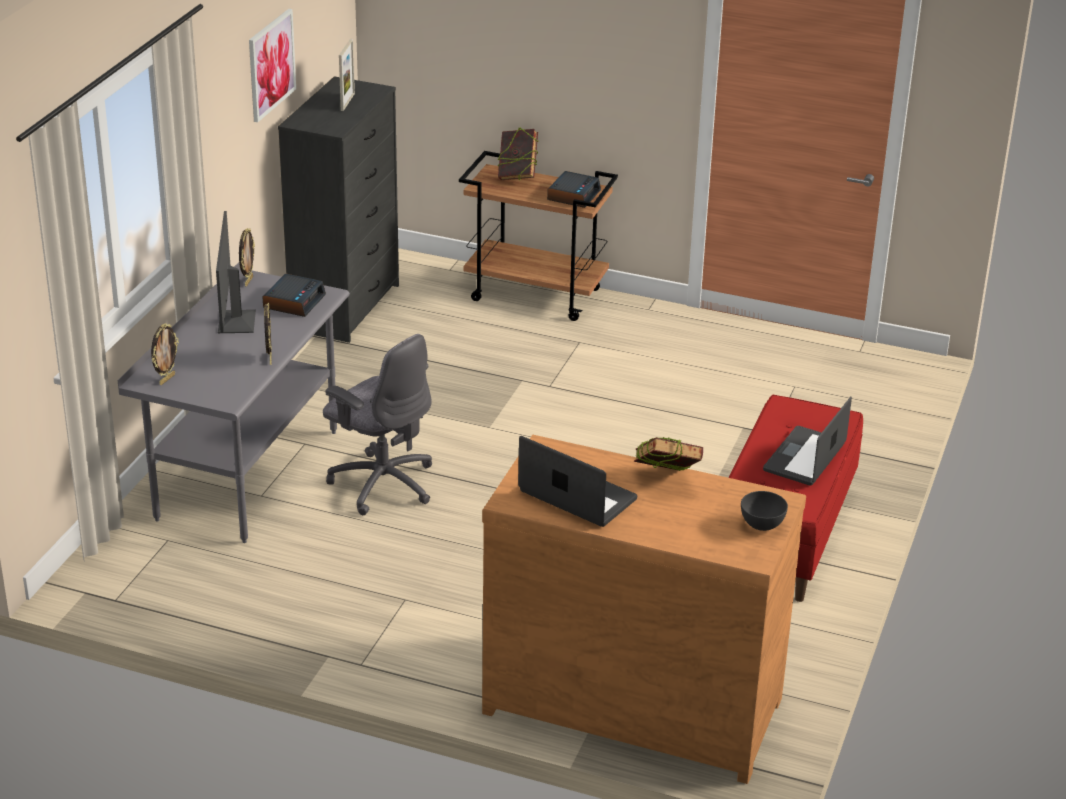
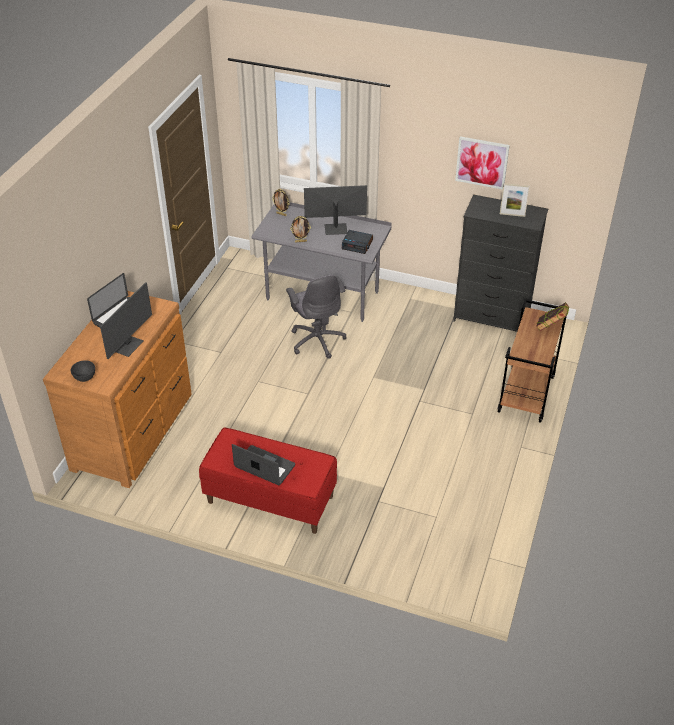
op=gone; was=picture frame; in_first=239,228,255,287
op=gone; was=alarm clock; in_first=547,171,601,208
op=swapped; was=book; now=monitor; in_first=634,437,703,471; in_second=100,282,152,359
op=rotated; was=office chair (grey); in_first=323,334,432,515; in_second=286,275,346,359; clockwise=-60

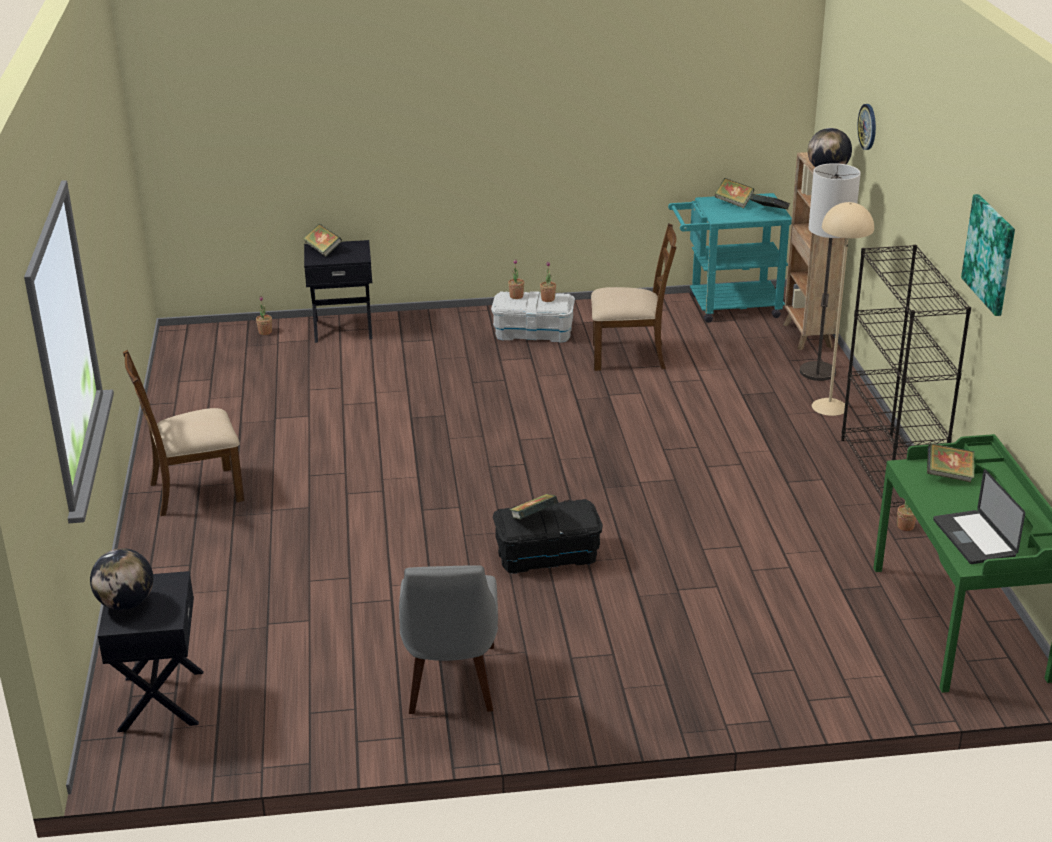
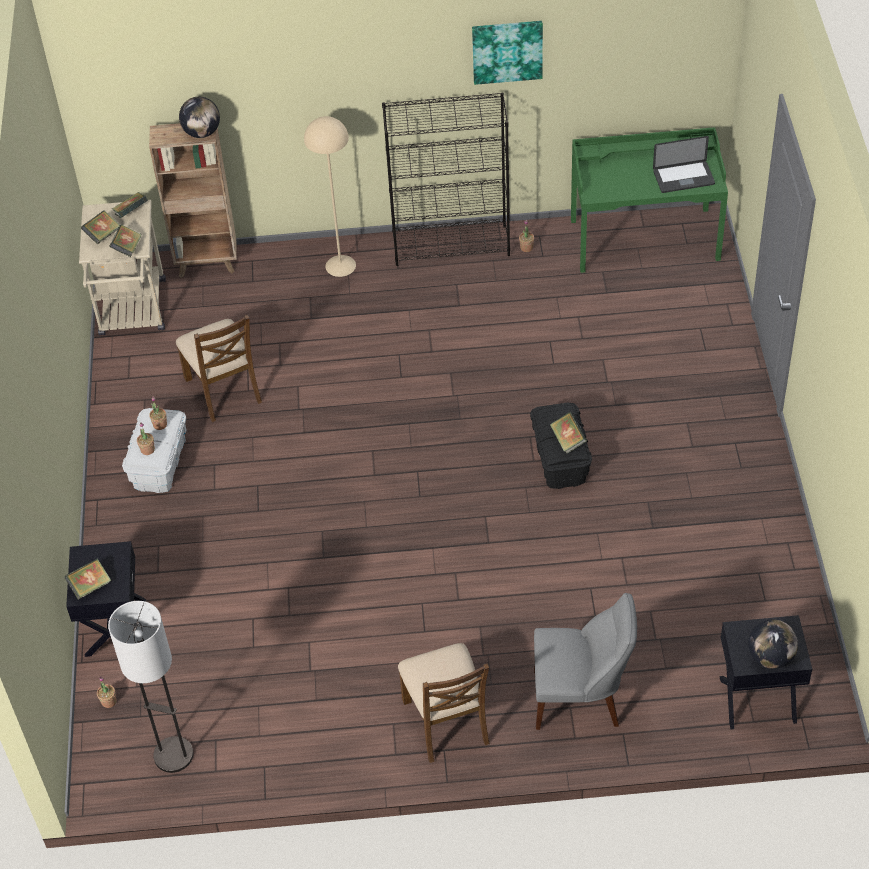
op=gone; was=wall clock; in_first=857,104,876,150
op=shifted; was=chair (grey); in_first=399,566,498,714; in_second=534,593,637,730
op=shifted; was=floor lamp; in_first=800,163,861,381; in_second=108,601,193,773
op=shifted; was=book; in_first=927,443,974,482; in_second=109,225,142,257
op=repainted; was=cart (turquoise); now=cart (beige); in_first=668,193,792,323; in_second=79,200,166,335
op=rotated; was=chair (brown); in_first=591,223,677,371; in_second=176,314,262,422; clockwise=150

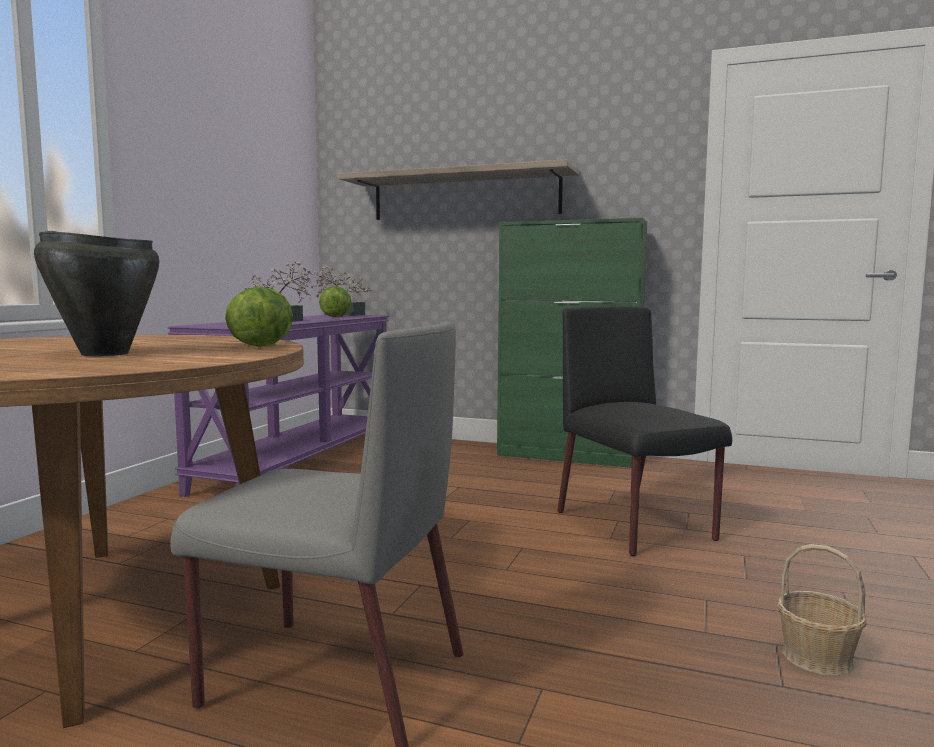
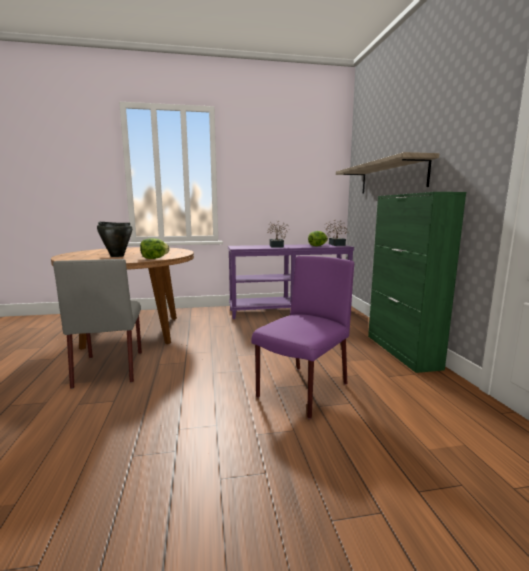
op=gone; was=basket; in_first=777,544,867,676
op=repainted; was=chair (black); now=chair (purple); in_first=557,306,732,556; in_second=251,256,354,419

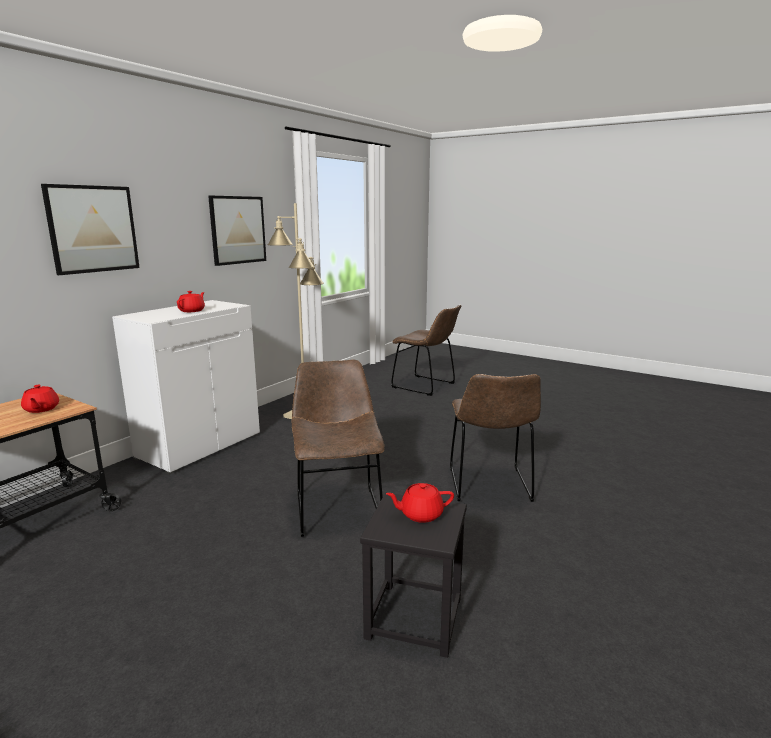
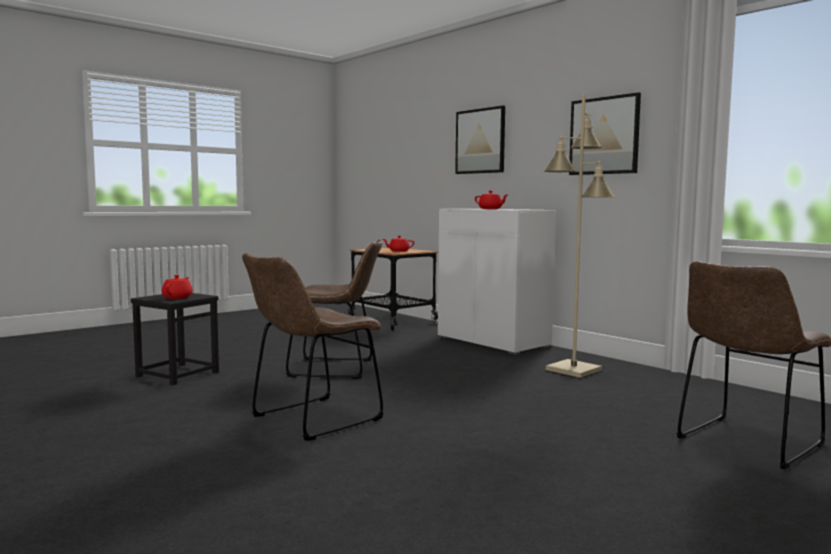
op=rotated; was=chair (brown); in_first=450,374,541,502; in_second=242,253,384,441; clockwise=-60

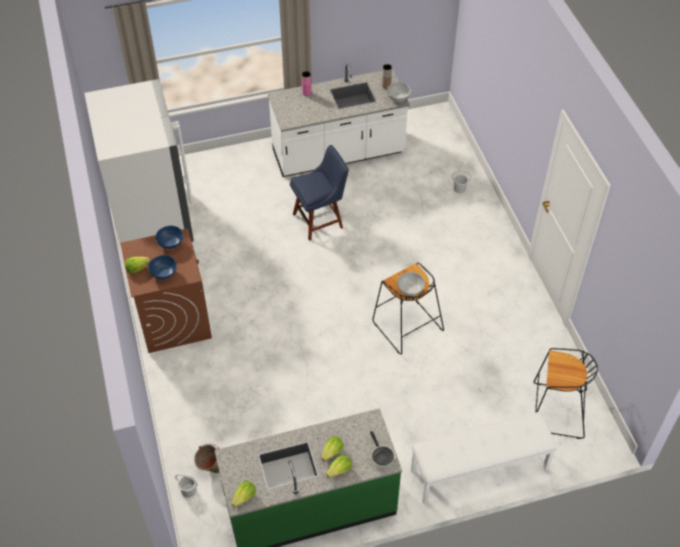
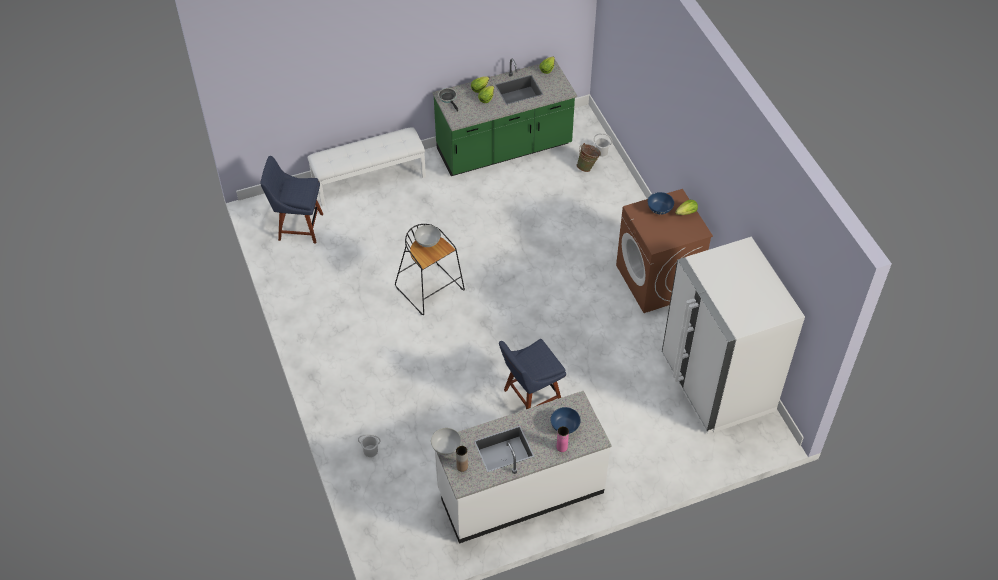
op=shifted; was=bowl (blue); in_first=155,226,183,249; in_second=550,407,581,434
op=swapped; was=stool (black); now=chair (blue); in_first=534,348,598,439; in_second=260,156,323,243

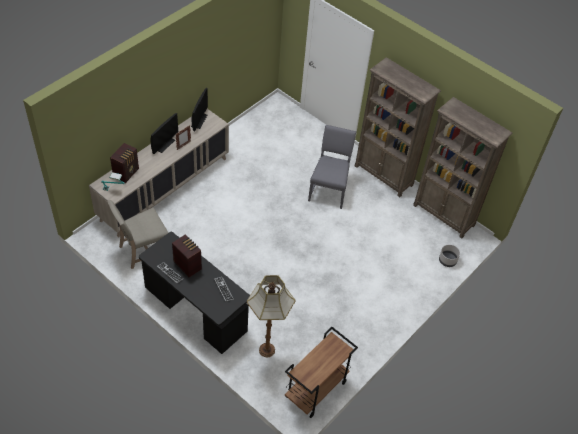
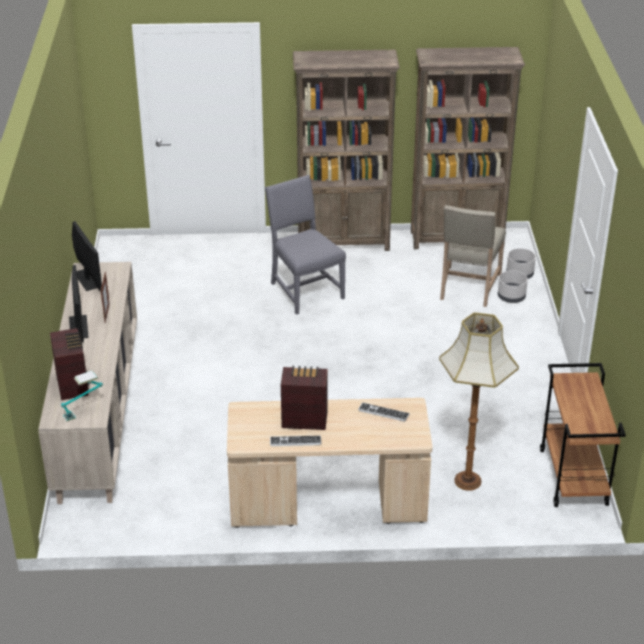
op=new; now=planter (grey); in_second=498,270,528,303
op=shifted; was=chair (beige); in_first=107,200,169,269; in_second=440,205,506,307
op=repainted; was=desk (black); now=desk (beige); in_first=139,232,250,354; in_second=227,398,432,528

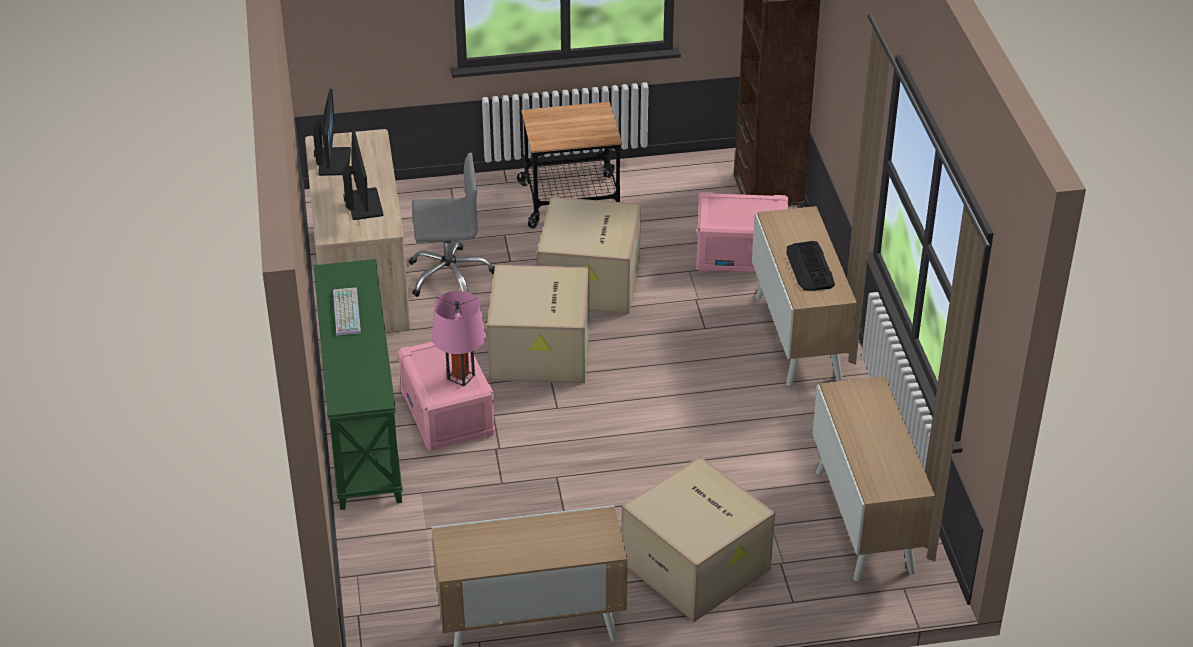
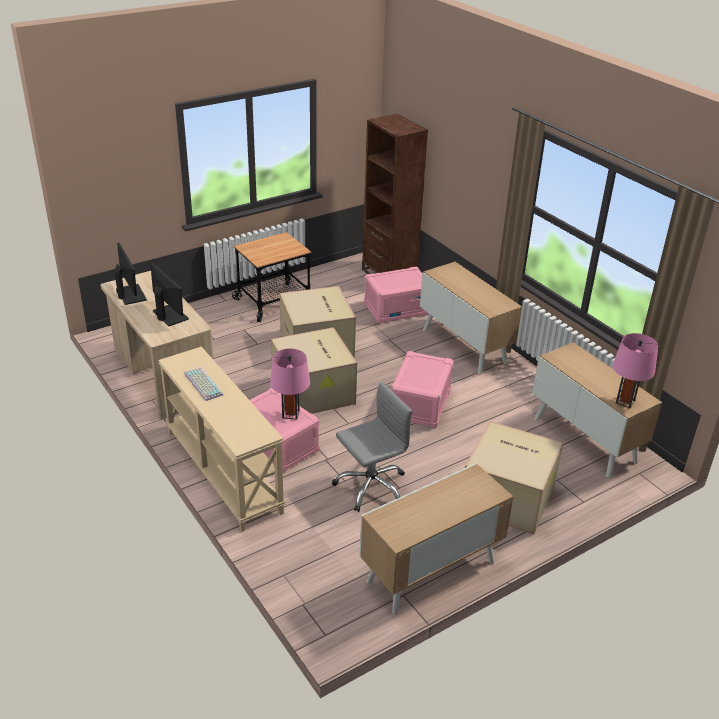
op=gone; was=keyboard; in_first=786,241,835,291
op=new; now=storage box (pink); in_second=391,351,454,428
op=new; now=table lamp (pink); in_second=613,333,658,408
op=shifted; was=office chair (grey); in_first=409,152,495,297; in_second=332,382,412,512
op=repainted; was=console table (green); now=console table (beige); in_first=314,259,403,510; in_second=158,346,285,532

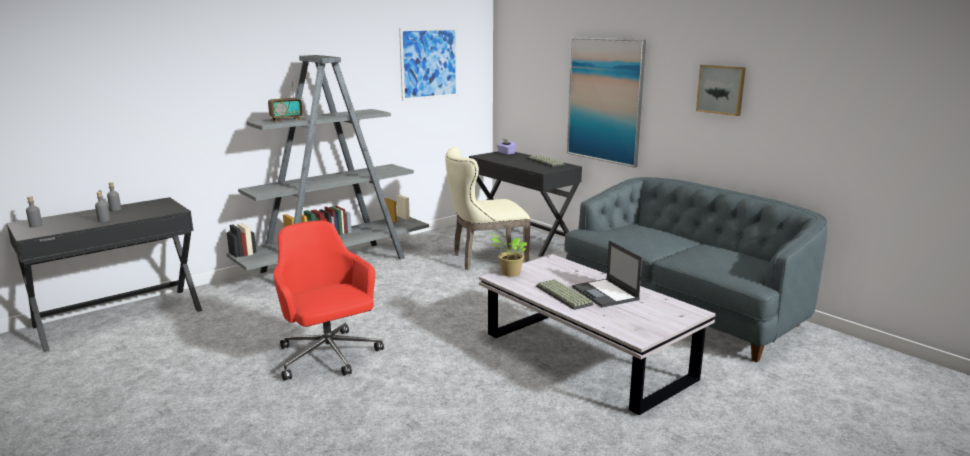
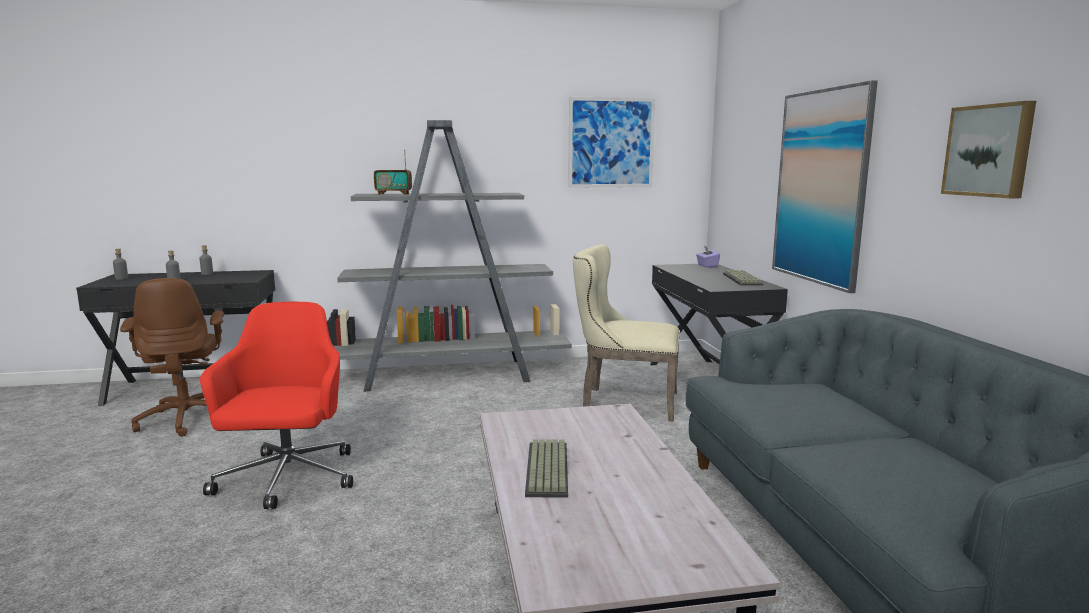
op=gone; was=potted plant; in_first=489,232,527,277
op=gone; was=laptop; in_first=572,241,642,307
op=new; now=office chair (brown); in_second=120,278,224,437

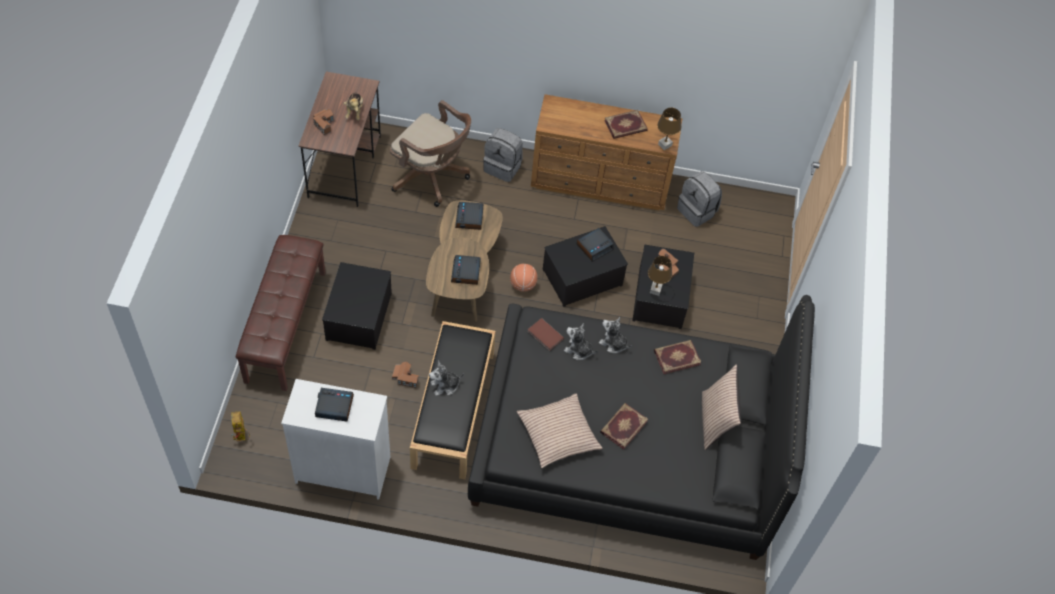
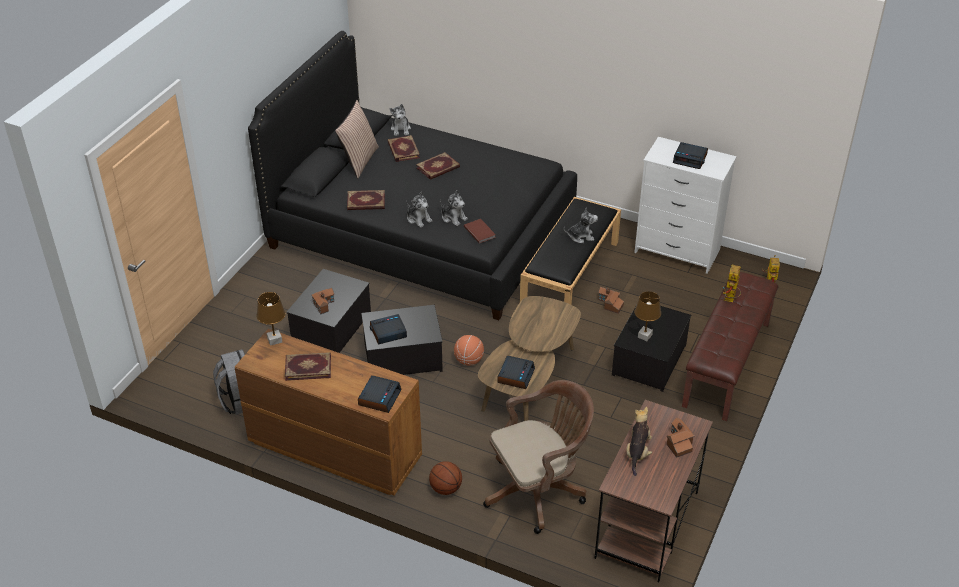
op=gone; was=pillow; in_first=517,394,603,468
op=new; now=book; in_second=388,135,420,162
op=new; now=plush toy; in_second=389,104,411,136
op=new; now=toy robot; in_second=723,265,741,302
op=shifted; was=alarm clock; in_first=451,255,481,285; in_second=358,375,402,413
op=shifted; was=table lamp (brown); in_first=648,256,672,296; in_second=634,291,661,341
op=swapped; was=backpack (grey); now=basketball; in_first=483,128,523,182; in_second=429,461,462,495
op=rotated; was=office chair (brown); in_first=390,100,471,207; in_second=483,380,594,534; clockwise=105

